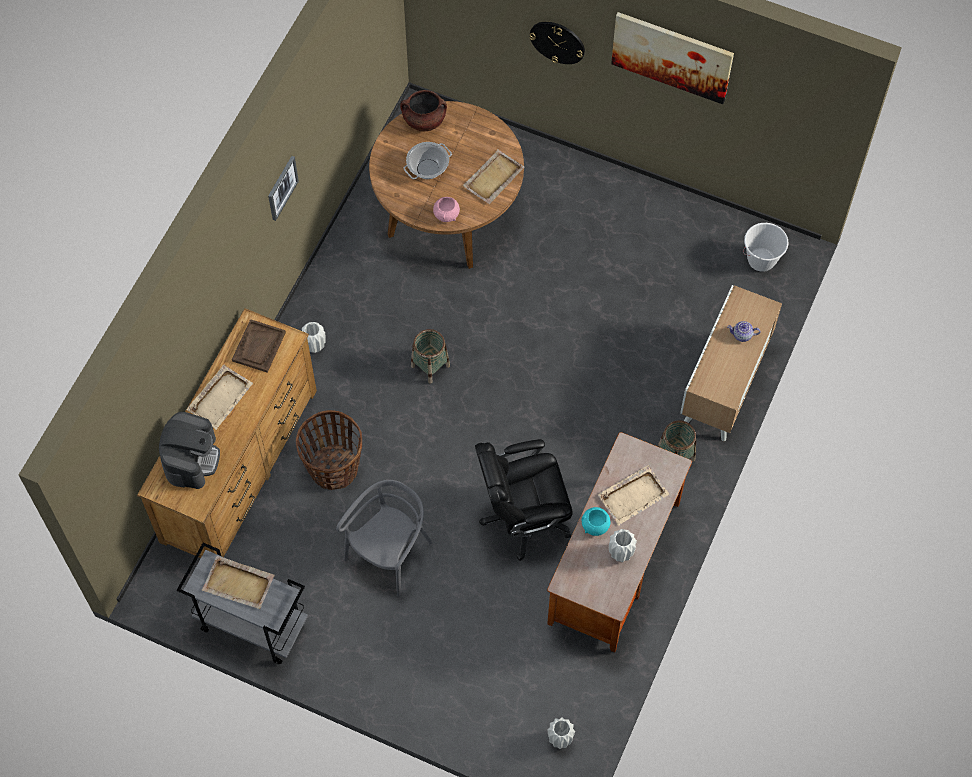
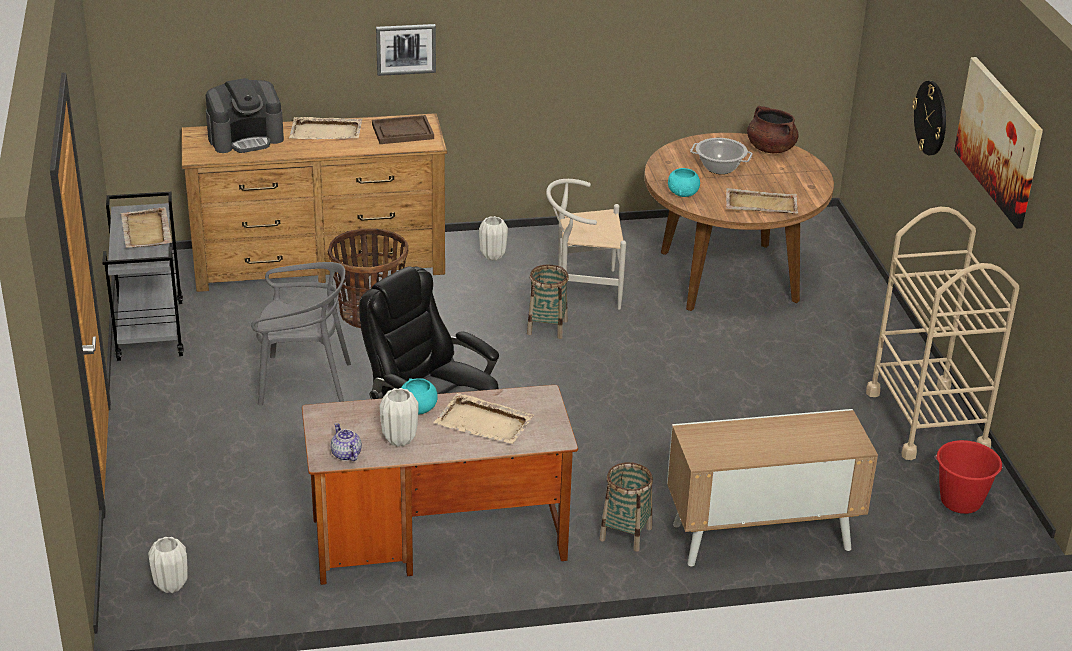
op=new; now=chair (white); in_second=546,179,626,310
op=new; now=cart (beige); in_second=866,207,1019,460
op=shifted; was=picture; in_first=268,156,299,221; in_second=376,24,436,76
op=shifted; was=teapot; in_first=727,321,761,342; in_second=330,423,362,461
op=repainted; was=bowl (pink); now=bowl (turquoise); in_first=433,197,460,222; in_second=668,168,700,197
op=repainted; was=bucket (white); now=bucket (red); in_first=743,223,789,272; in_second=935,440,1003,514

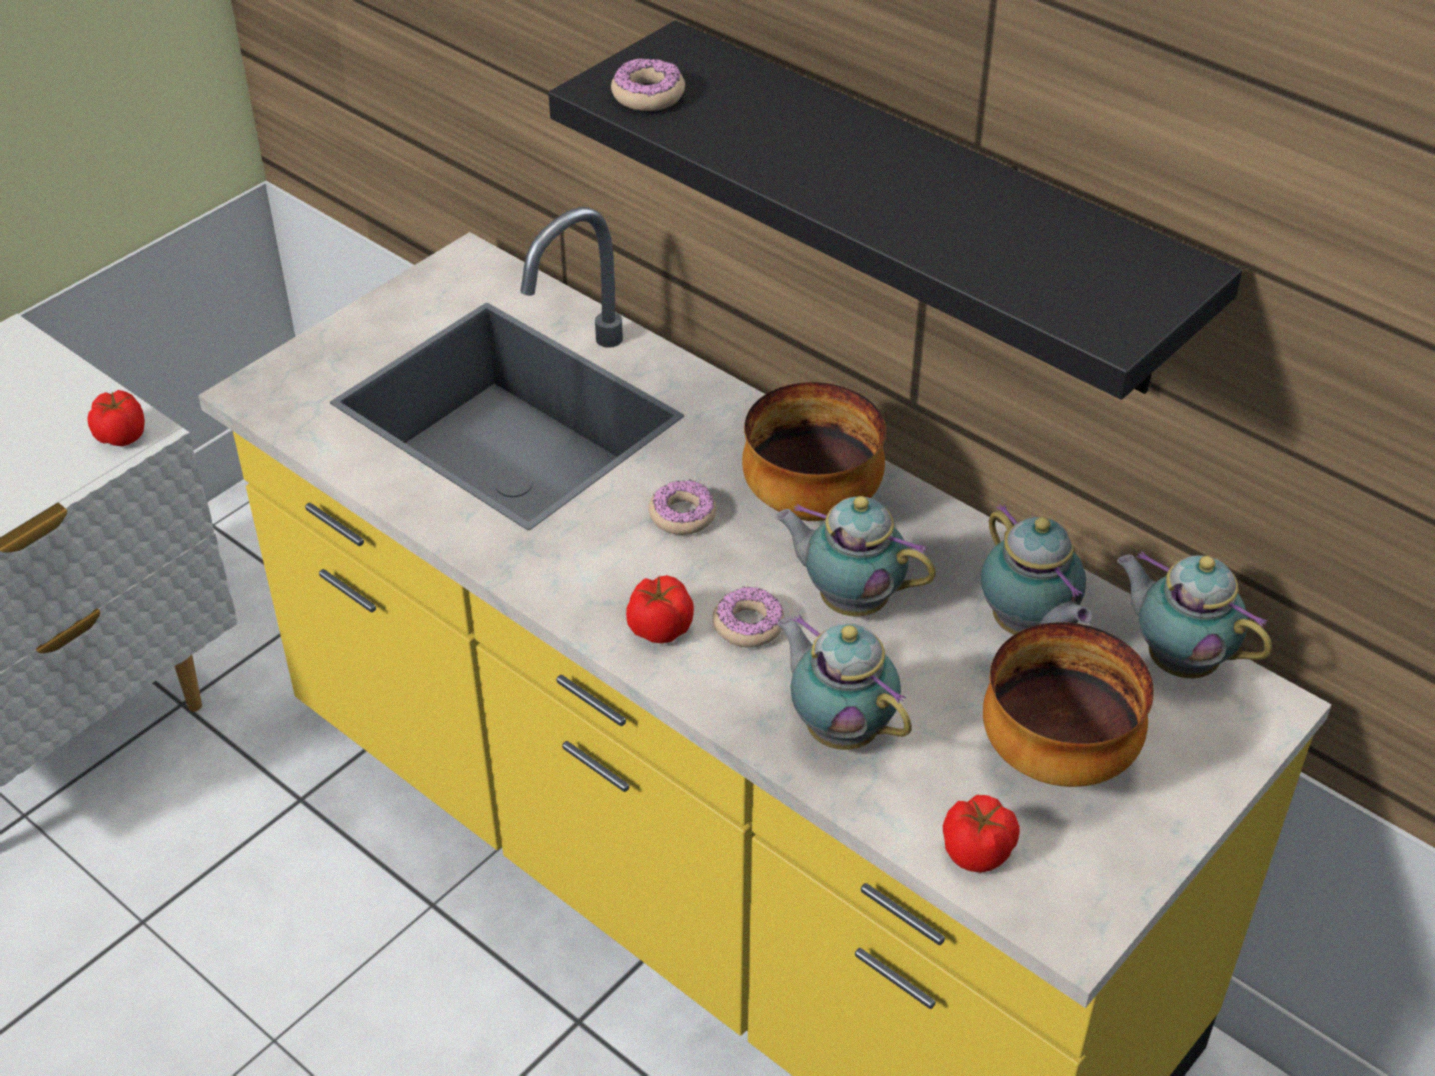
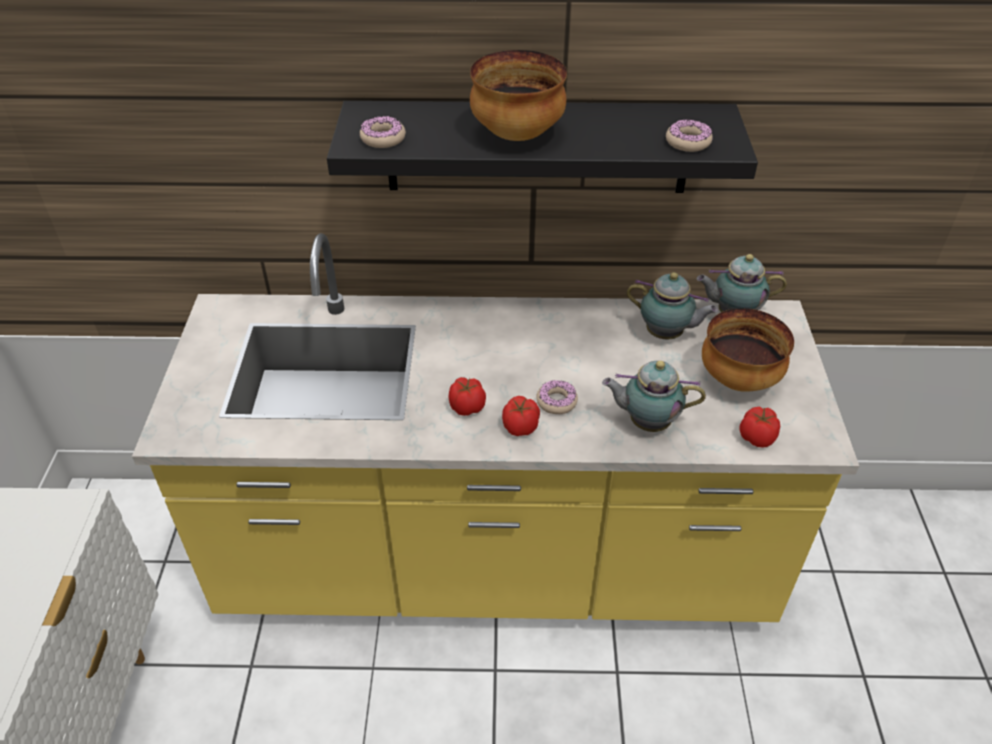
op=gone; was=teapot; in_first=775,496,936,617
op=shifted; was=tomato; in_first=87,390,145,446; in_second=448,377,486,416
op=shifted; was=donut; in_first=648,480,717,535; in_second=666,120,713,152
op=shifted; was=bowl; in_first=742,382,886,521; in_second=470,50,567,141

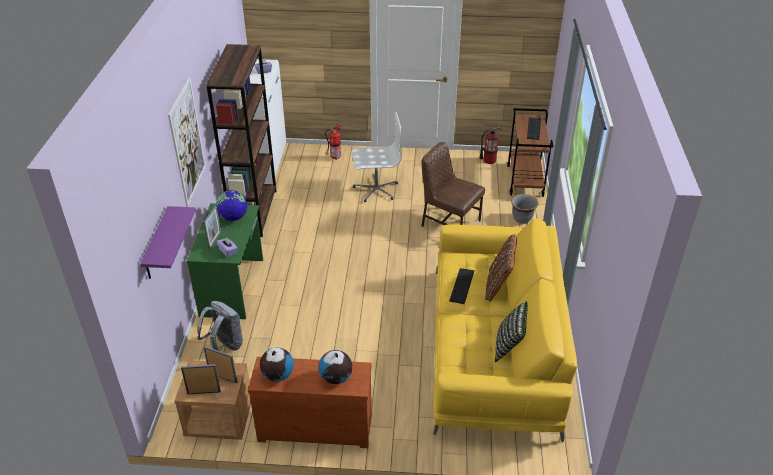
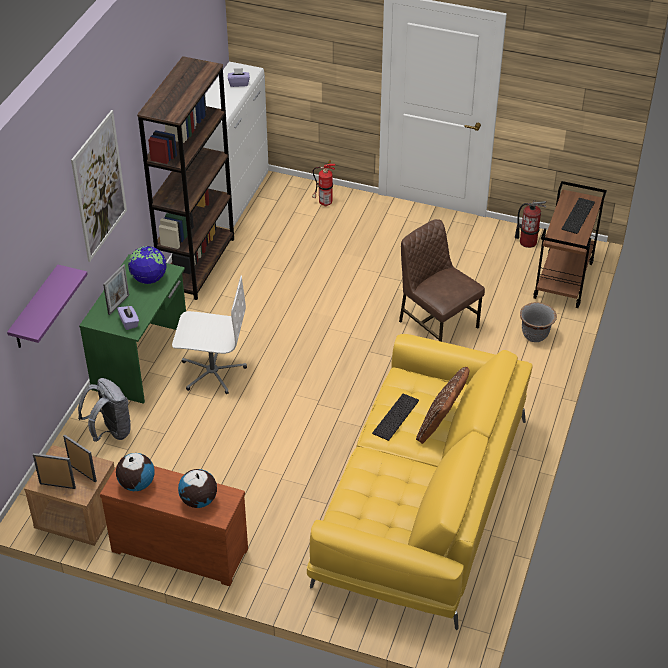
op=gone; was=pillow; in_first=495,301,528,362
op=shifted; was=office chair (white); in_first=352,112,402,202; in_second=172,276,247,394

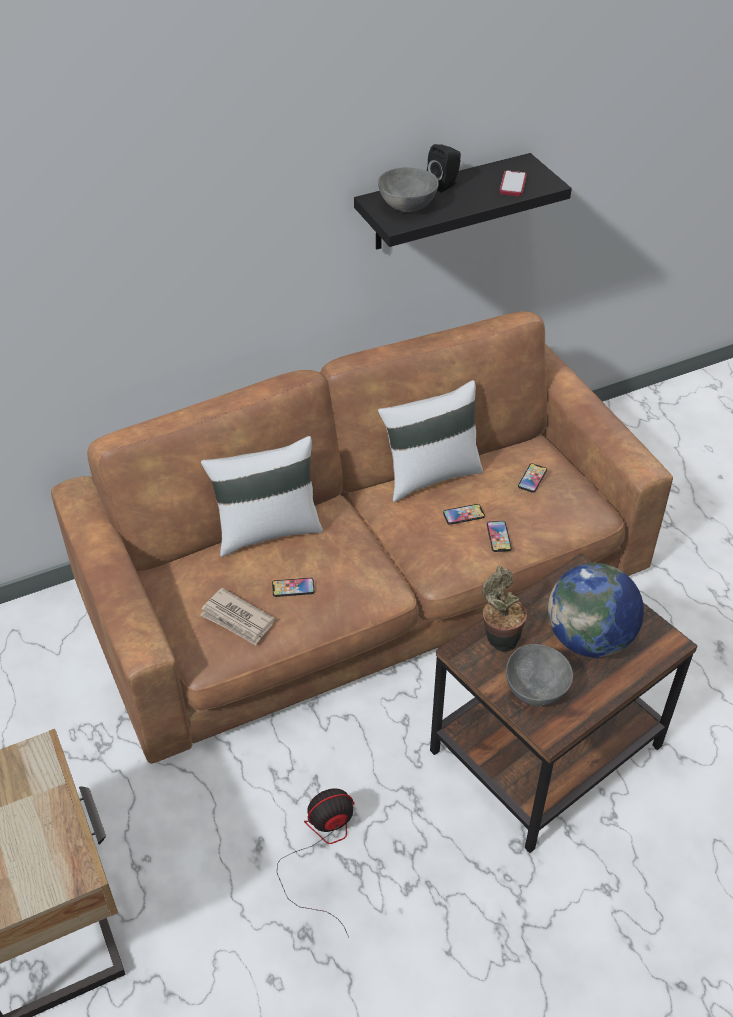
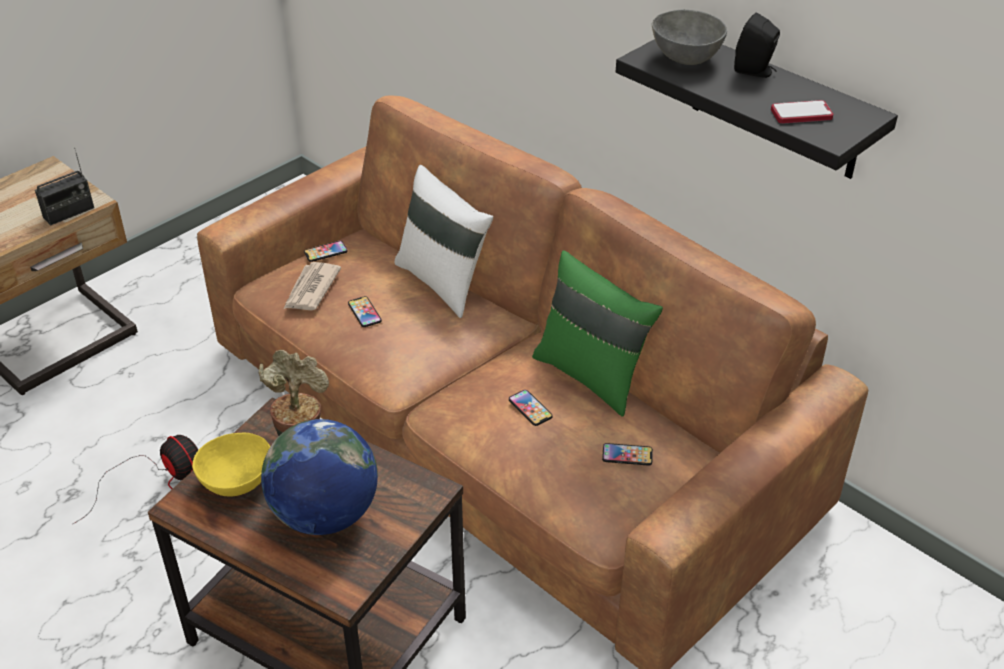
op=new; now=radio; in_second=35,147,94,225
op=shifted; was=phone; in_first=487,521,511,552; in_second=304,241,348,262
op=repainted; was=pillow (white); now=pillow (green); in_first=378,380,483,502; in_second=532,250,663,417
op=repainted; was=bowl (grey); now=bowl (yellow); in_first=506,644,573,706; in_second=192,433,270,497

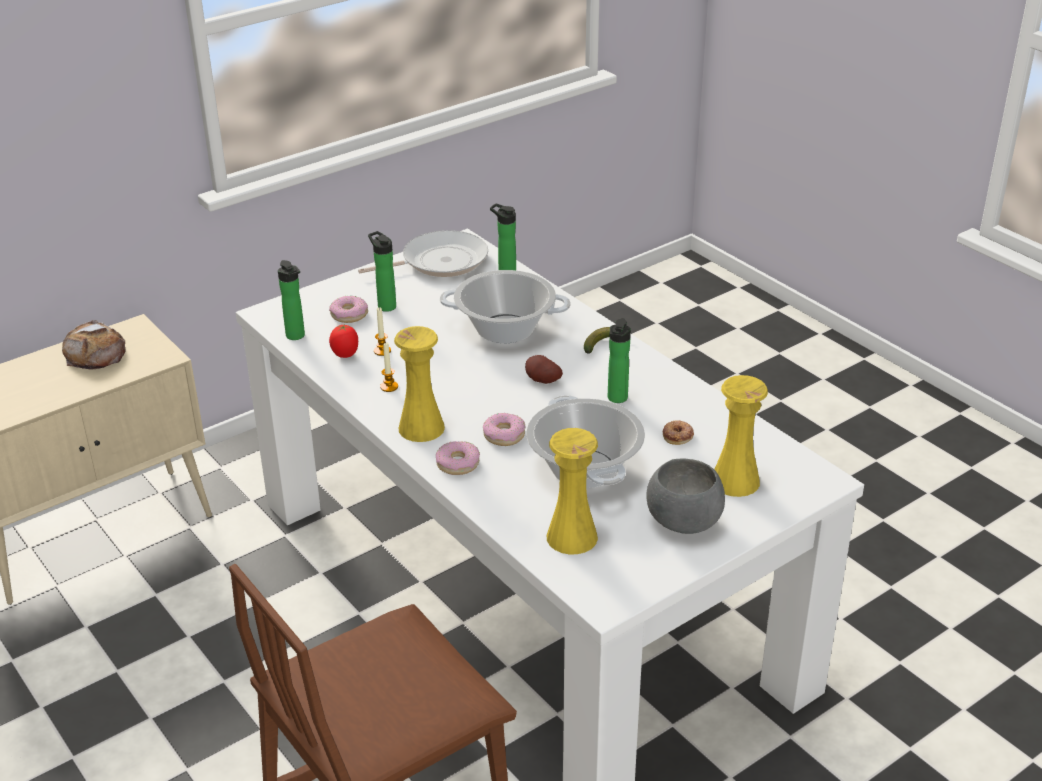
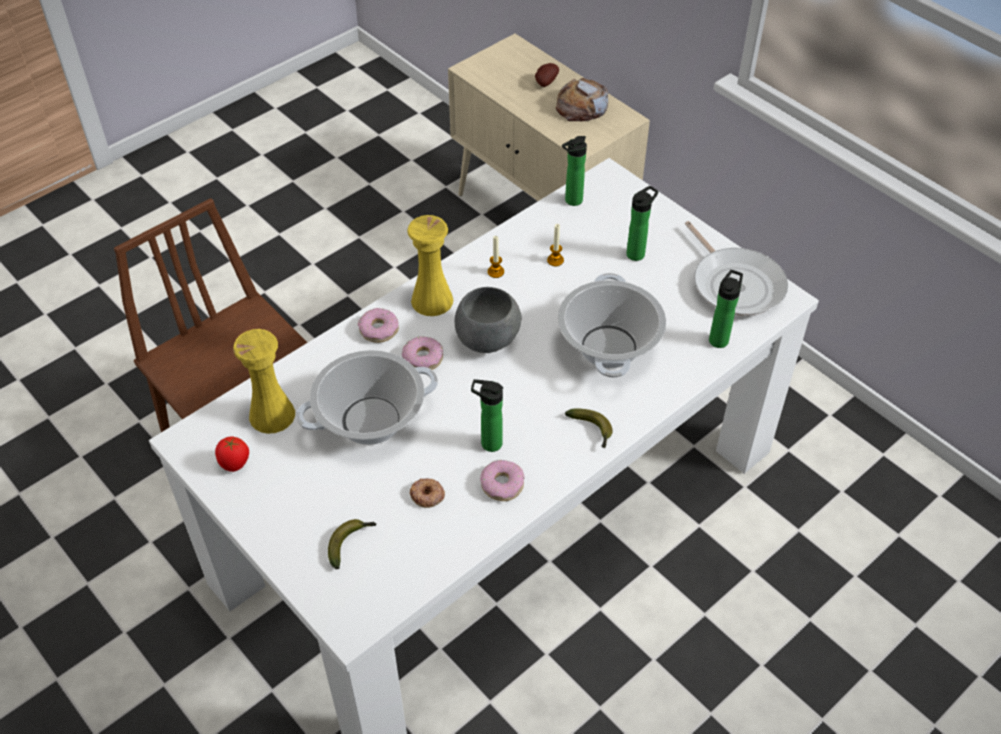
op=shifted; was=donut; in_first=329,296,368,323; in_second=480,460,525,501
op=shifted; was=tomato; in_first=329,324,358,358; in_second=215,436,249,472
op=shifted; was=potato; in_first=525,355,563,384; in_second=535,63,559,87
op=shifted; was=bowl (grey); in_first=646,459,725,534; in_second=455,287,522,353
op=swapped; was=vase (yellow); now=banana; in_first=714,375,768,497; in_second=328,519,376,569

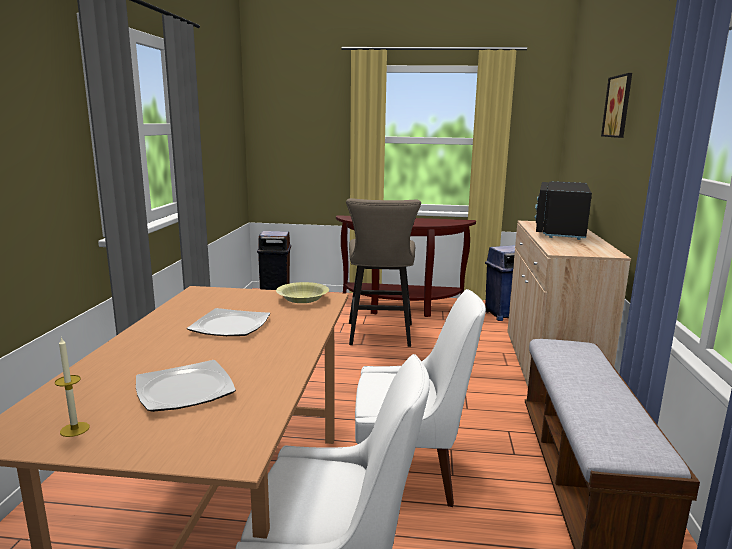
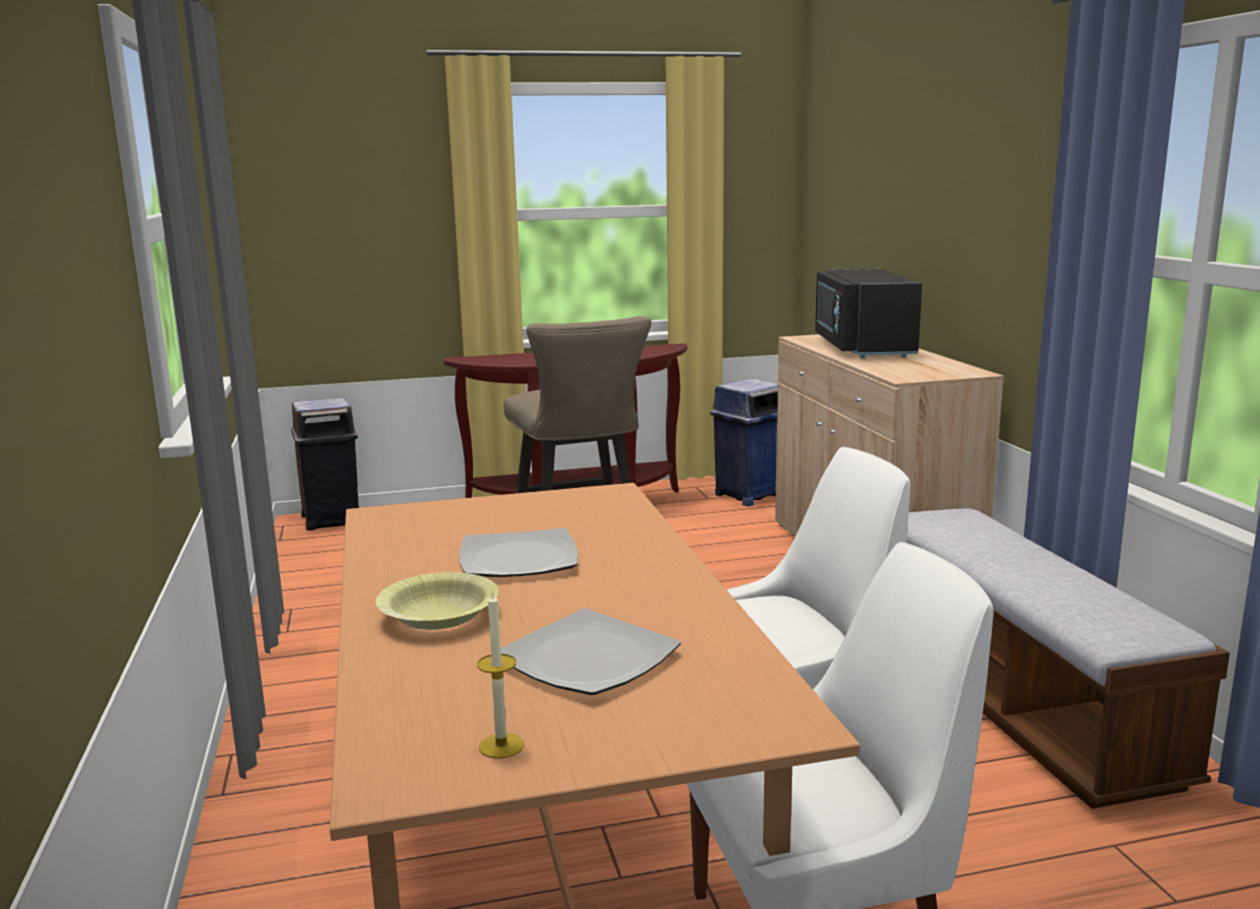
op=gone; was=picture; in_first=601,73,632,138
op=shifted; was=bowl (yellow); in_first=276,282,329,303; in_second=376,572,499,630

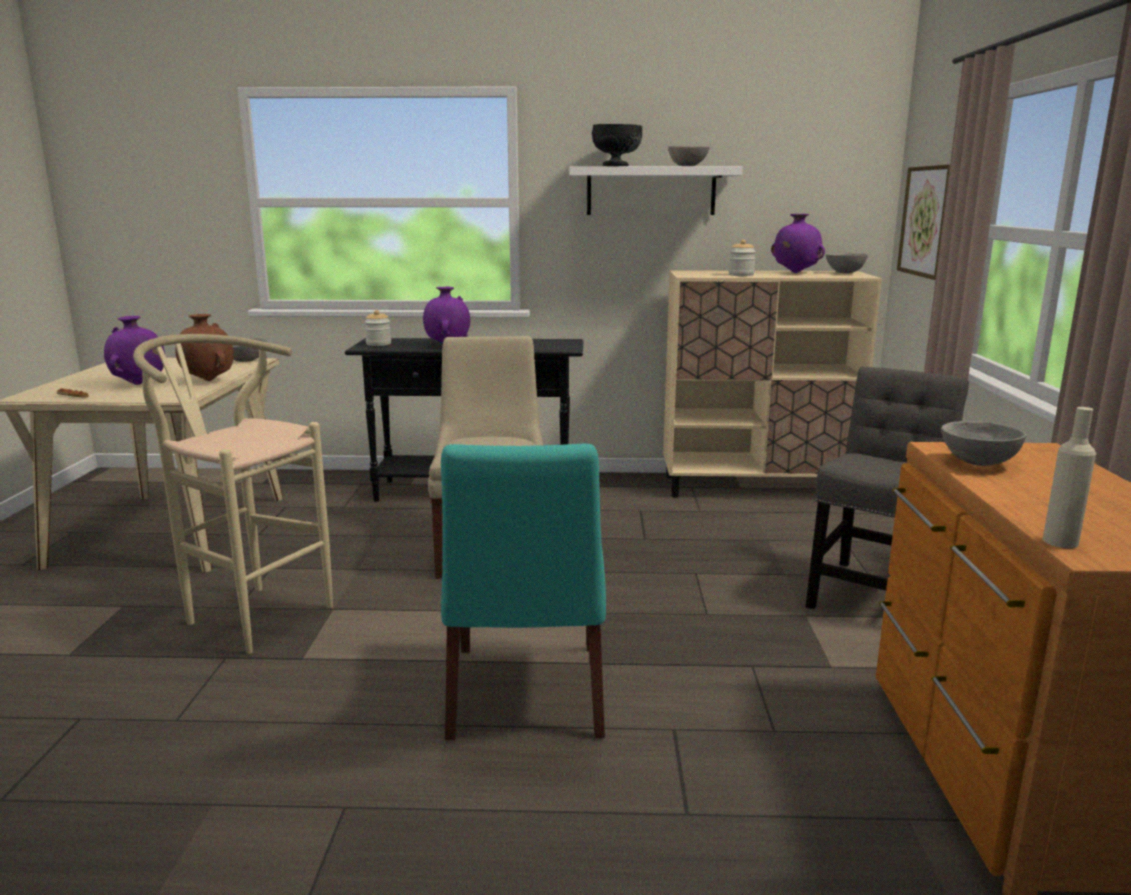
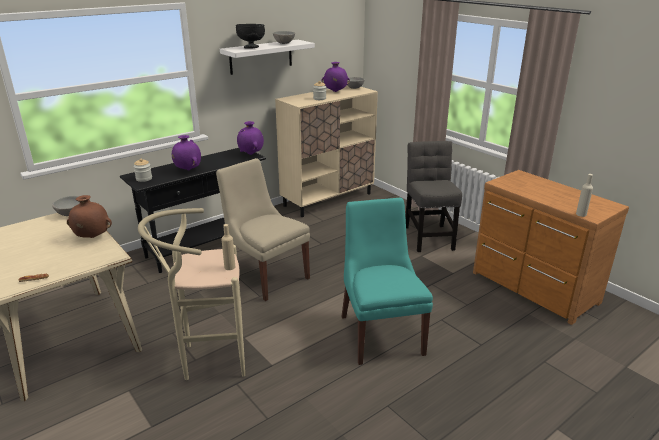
op=gone; was=picture; in_first=897,164,950,280
op=gone; was=bowl (grey); in_first=941,421,1027,466
op=new; now=bottle (beige); in_second=221,224,235,270
op=shifted; was=vase (purple); in_first=104,316,165,385; in_second=237,121,264,155
op=rotated; was=chair (turquoise); in_first=441,444,606,740; in_second=341,198,433,365; clockwise=-150

